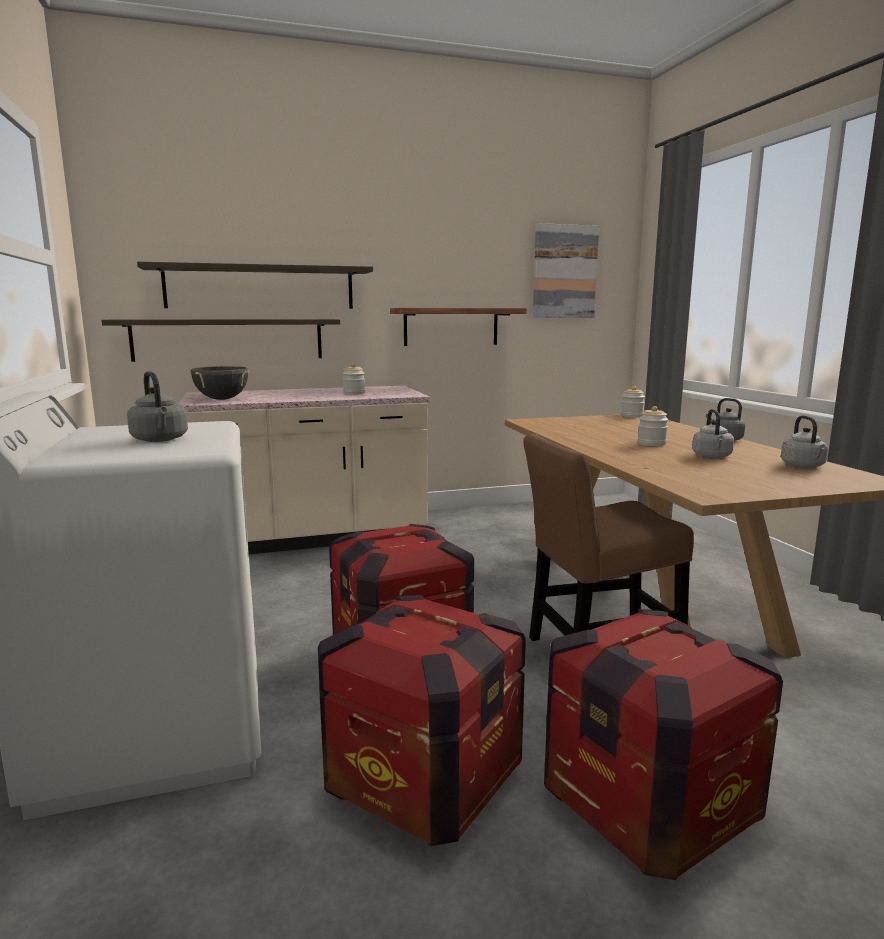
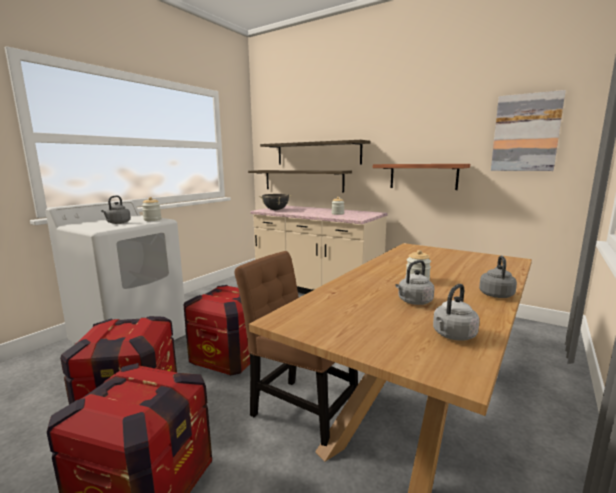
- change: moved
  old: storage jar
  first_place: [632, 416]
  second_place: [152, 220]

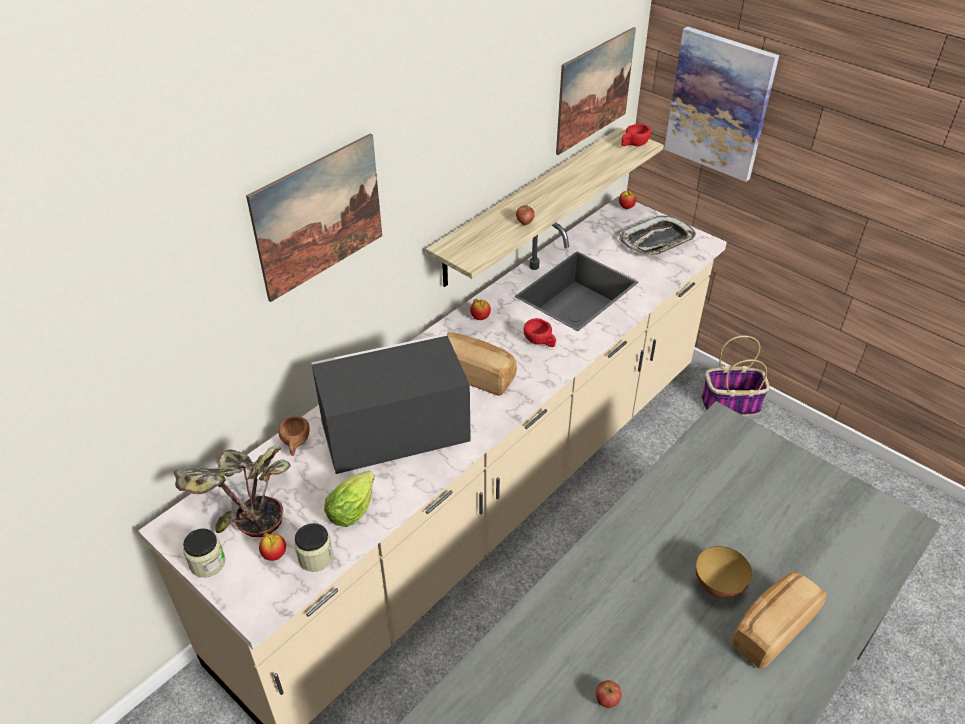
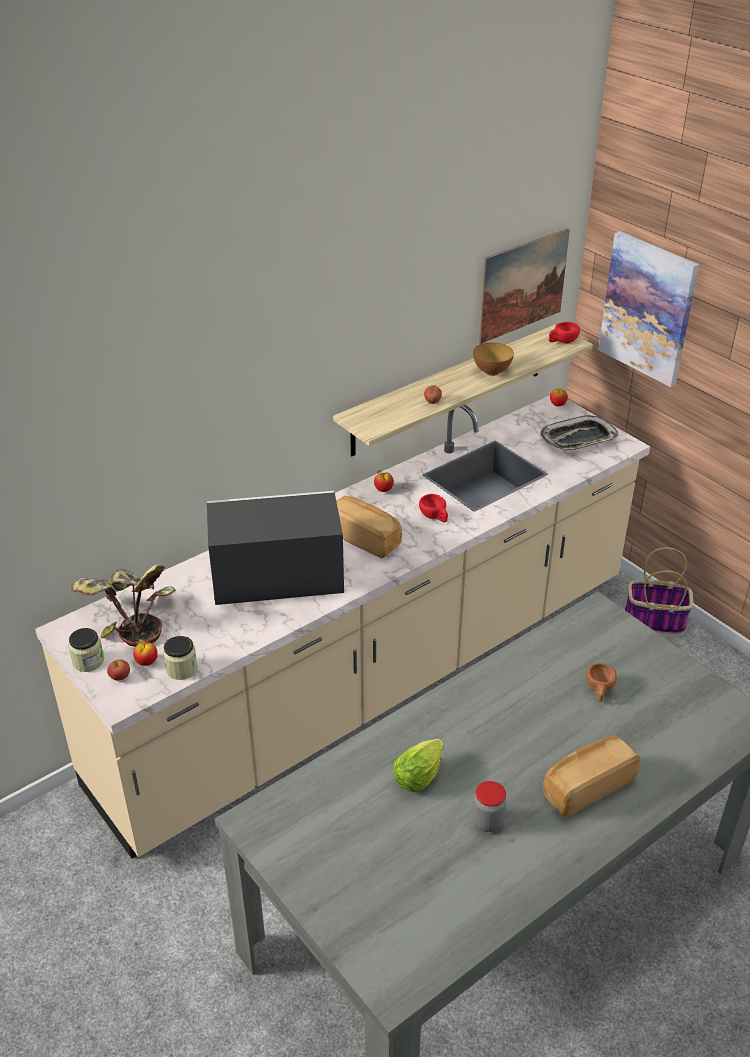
- change: removed
  old: picture
  first_place: [319, 216]
- change: moved
  old: drinking cup in brownish
  first_place: [295, 444]
  second_place: [599, 691]
- change: moved
  old: head of lettuce
  first_place: [354, 508]
  second_place: [420, 774]
- change: moved
  old: bowl
  first_place: [718, 586]
  second_place: [492, 372]
- change: moved
  old: whole apple
  first_place: [607, 700]
  second_place: [120, 677]
- change: added
  new: storage jar
  second_place: [487, 822]

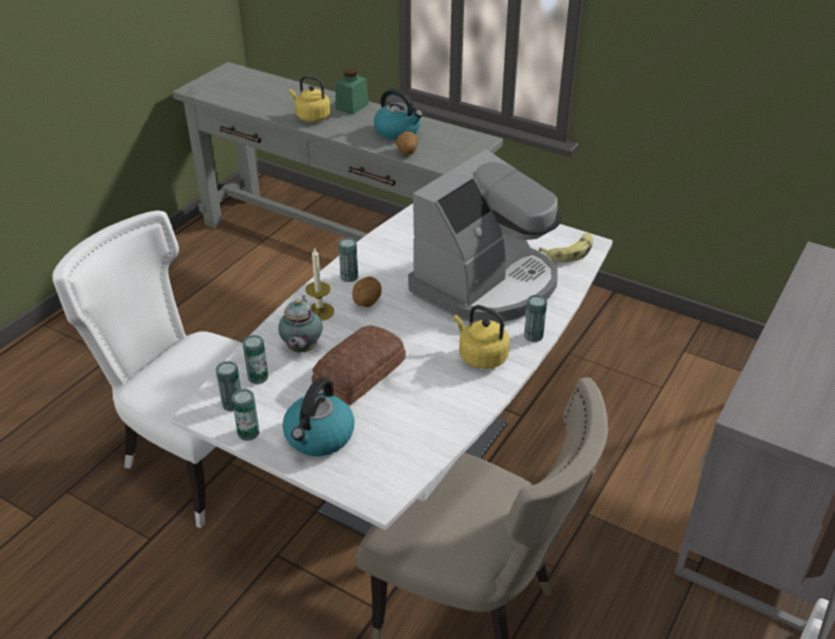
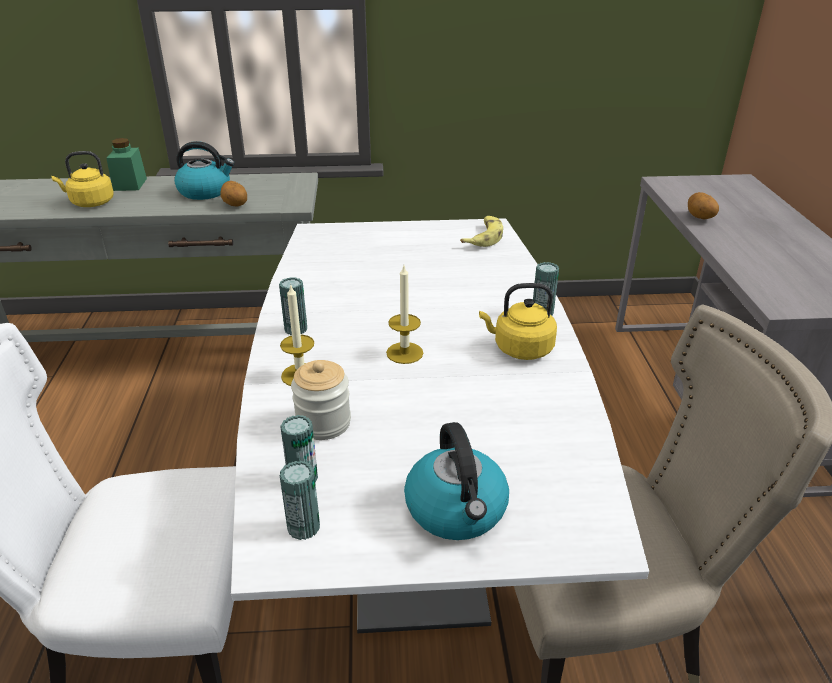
- change: removed
  old: coffee maker
  first_place: [486, 285]
- change: moved
  old: potato
  first_place: [366, 303]
  second_place: [699, 218]
- change: replaced
  old: pot for tea
  new: storage jar
  first_place: [301, 349]
  second_place: [323, 423]
- change: removed
  old: bread
  first_place: [362, 373]
- change: removed
  old: can
  first_place: [248, 433]
- change: added
  new: wax candle
  second_place: [404, 353]

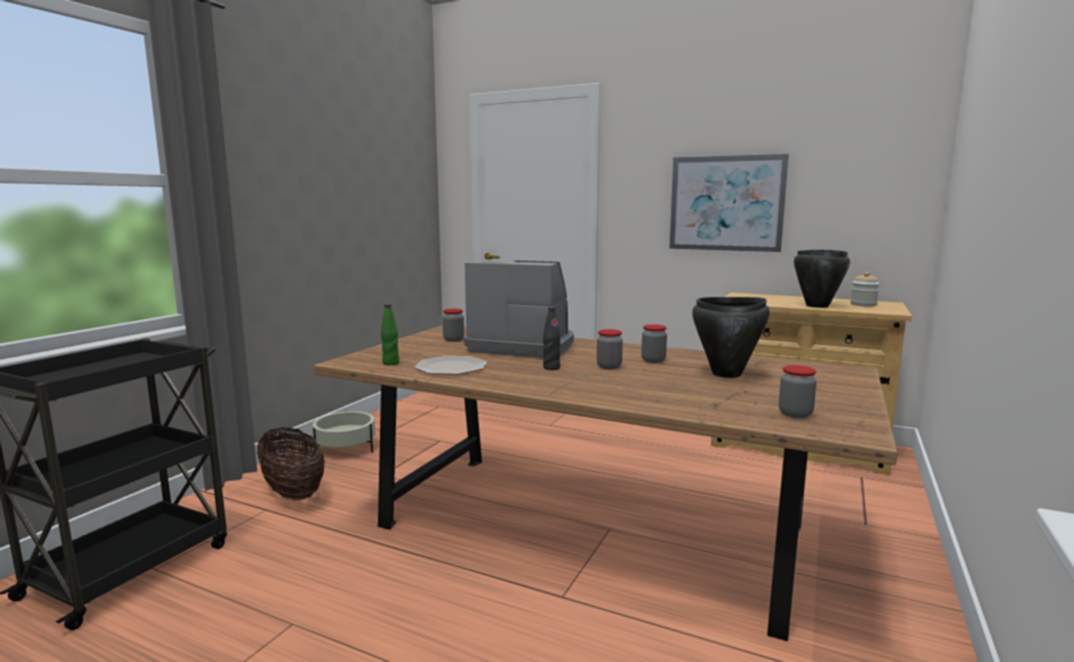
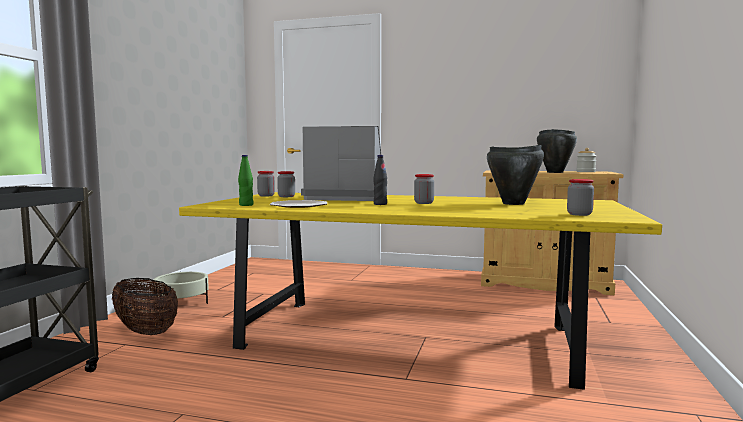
- change: removed
  old: picture
  first_place: [726, 203]
- change: moved
  old: storage jar
  first_place: [653, 360]
  second_place: [266, 195]
- change: recoloured
  old: dining table in brownish
  new: dining table in yellow
  first_place: [589, 527]
  second_place: [409, 337]

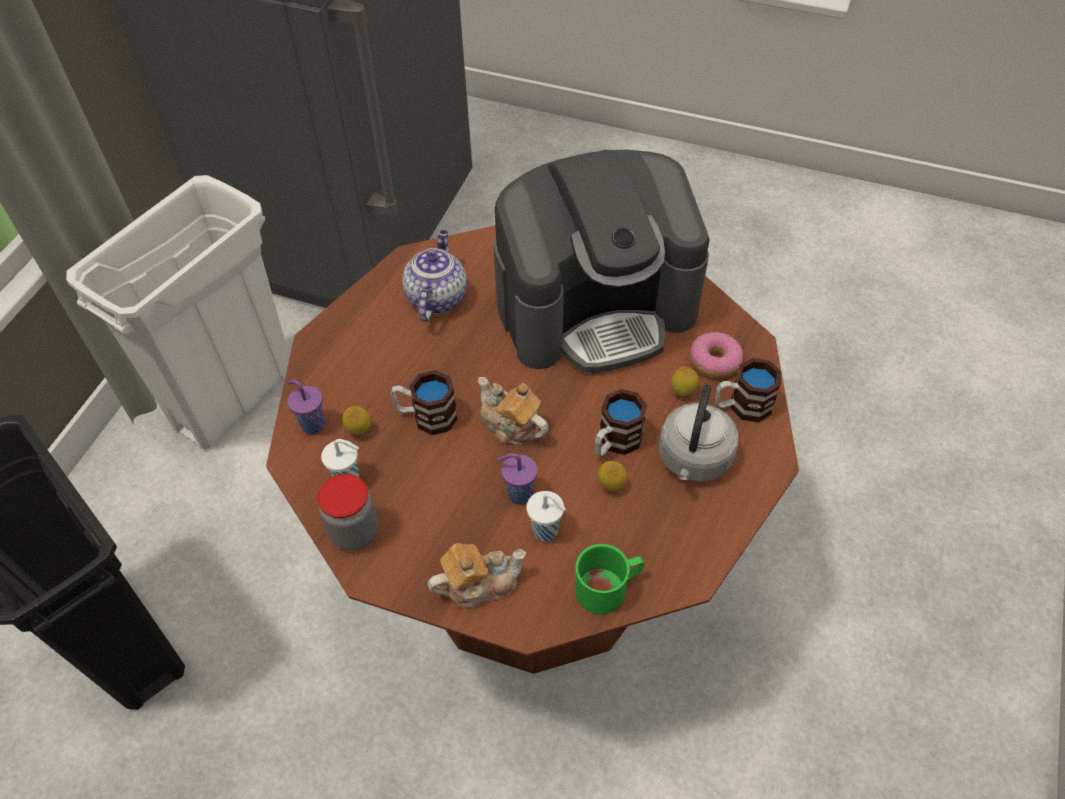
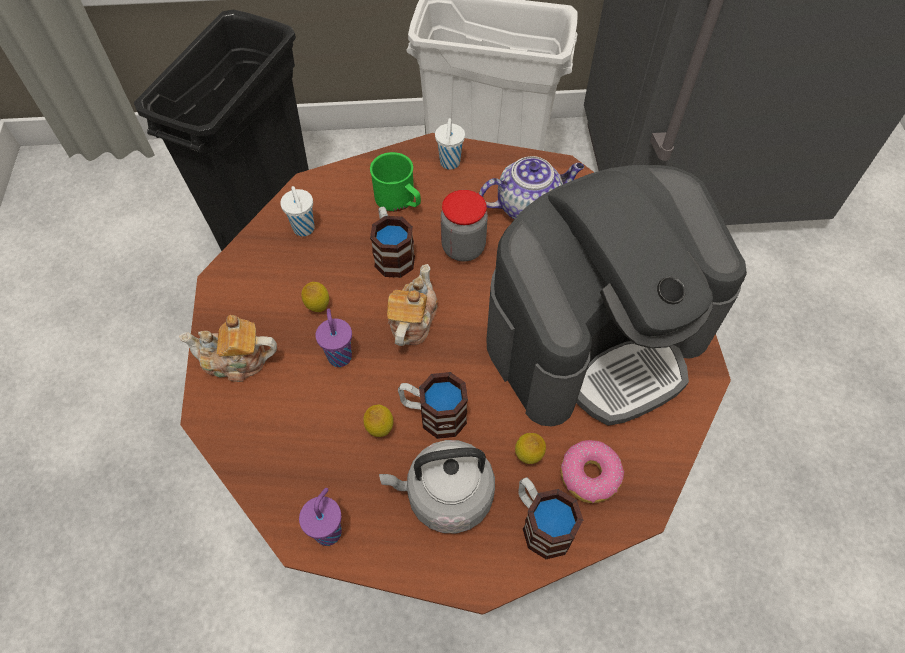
- change: turned
  old: coffee maker
  first_place: [596, 307]
  second_place: [596, 337]
  degrees: -75
- change: moved
  old: drinking cup in purple
  first_place: [312, 424]
  second_place: [328, 530]
- change: moved
  old: whole lemon
  first_place: [359, 431]
  second_place: [318, 307]
- change: moved
  old: storage jar
  first_place: [354, 532]
  second_place: [463, 248]
- change: moved
  old: drinking cup in white-coloured
  first_place: [547, 531]
  second_place: [449, 163]
- change: turned
  old: pot for tea
  first_place: [479, 584]
  second_place: [236, 361]
  degrees: 135
- change: moved
  old: mug in green-coloured
  first_place: [608, 588]
  second_place: [399, 200]

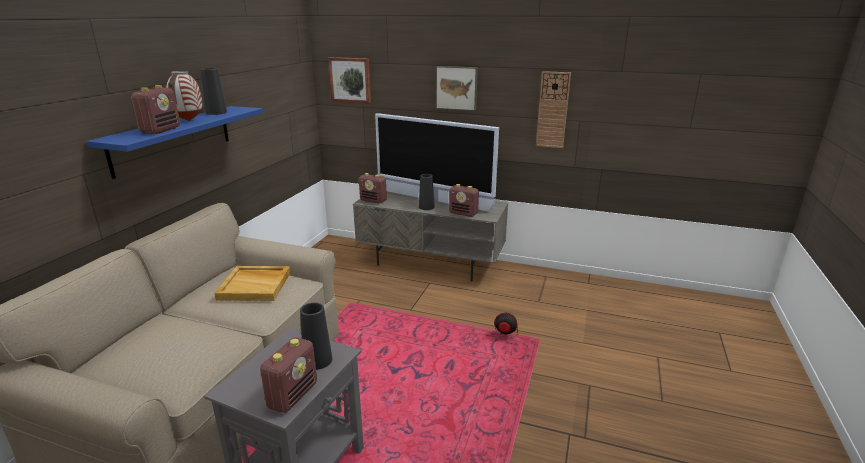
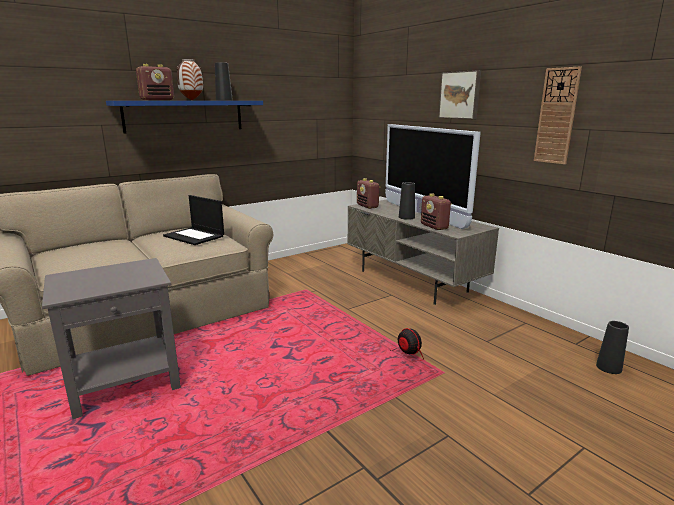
- change: removed
  old: picture
  first_place: [350, 80]
- change: replaced
  old: serving tray in sand-coloured
  new: portable computer
  first_place: [255, 285]
  second_place: [195, 236]
- change: moved
  old: vase in blackish
  first_place: [317, 360]
  second_place: [608, 367]
- change: removed
  old: radio
  first_place: [293, 395]

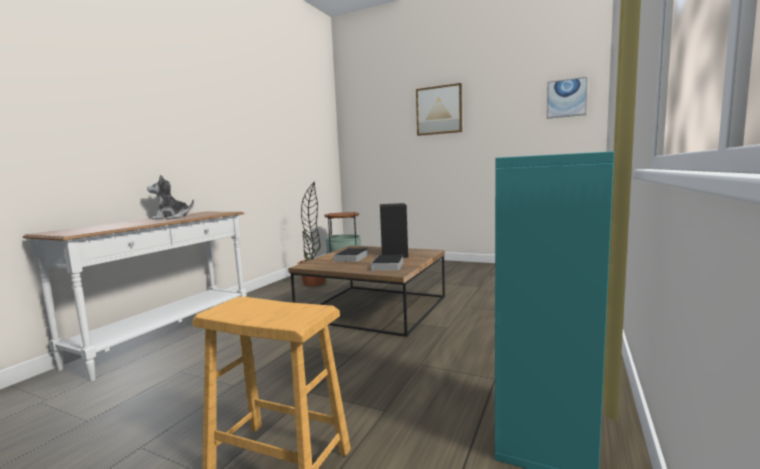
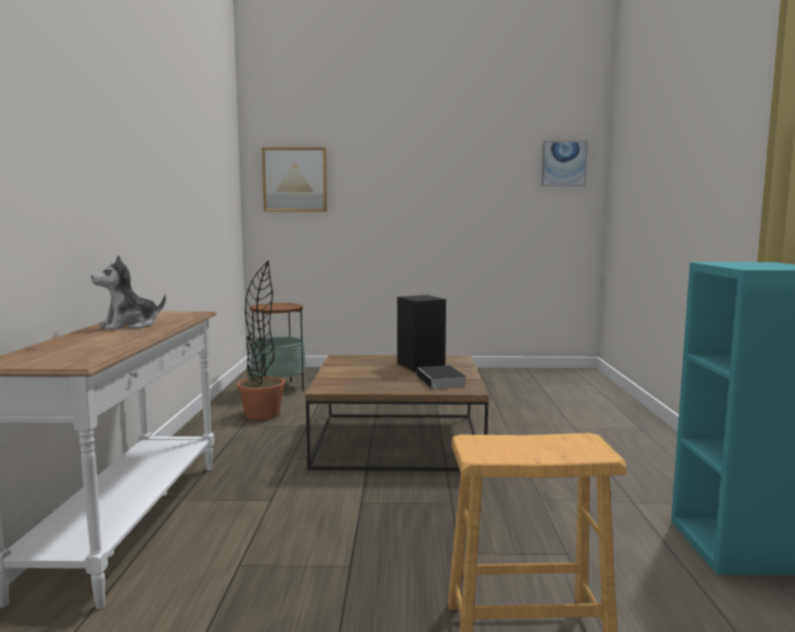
- change: moved
  old: picture
  first_place: [439, 110]
  second_place: [295, 180]
- change: removed
  old: book
  first_place: [352, 258]

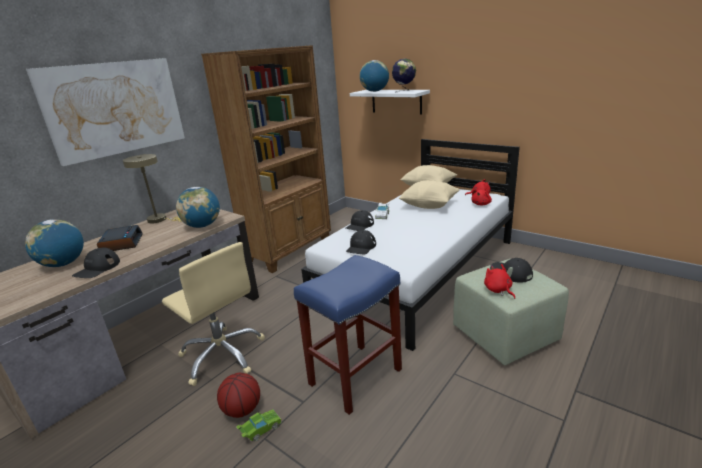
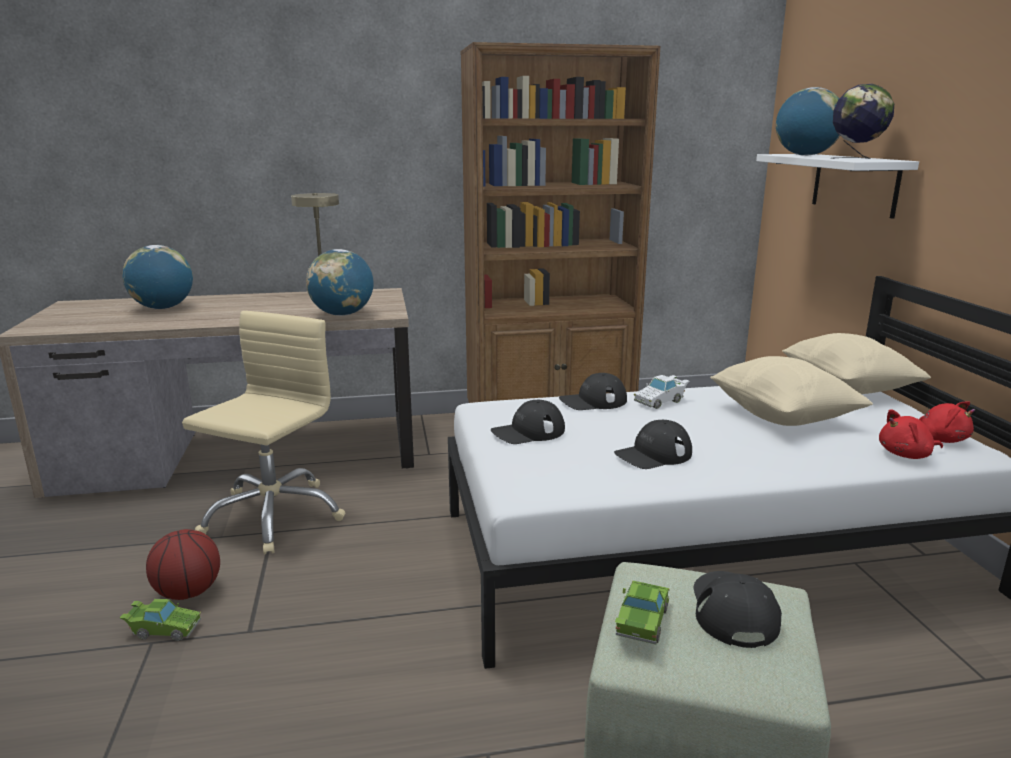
- change: removed
  old: picture
  first_place: [115, 108]
- change: removed
  old: table clock
  first_place: [121, 243]
- change: turned
  old: computer chair in sand-coloured
  first_place: [223, 355]
  second_place: [273, 515]
  degrees: -150
- change: moved
  old: peaked cap in blackish
  first_place: [97, 268]
  second_place: [653, 454]
- change: removed
  old: stool in blue-coloured
  first_place: [356, 376]
- change: replaced
  old: cuddly toy in reddish
  new: toy car in green-coloured
  first_place: [498, 290]
  second_place: [641, 625]

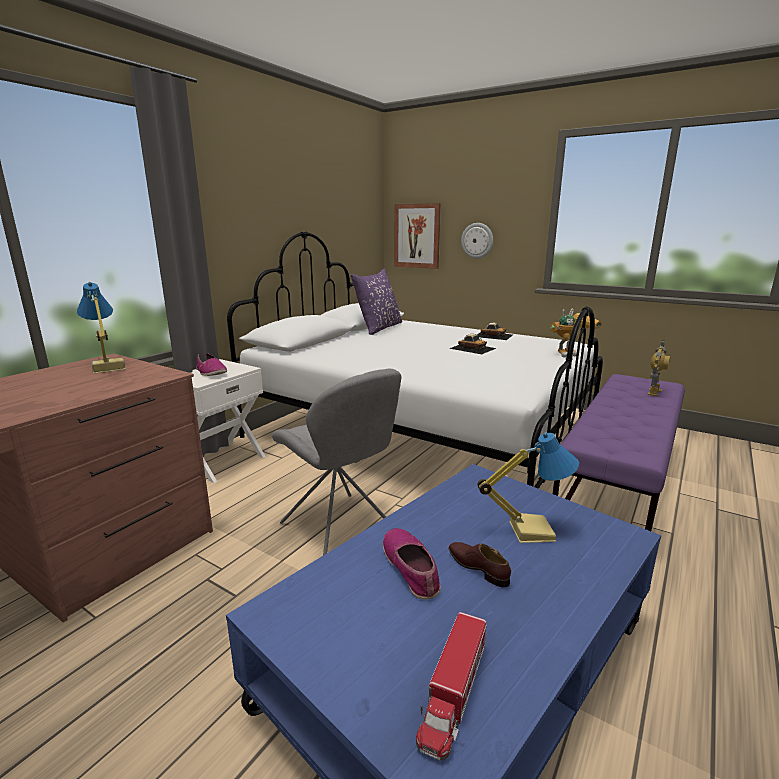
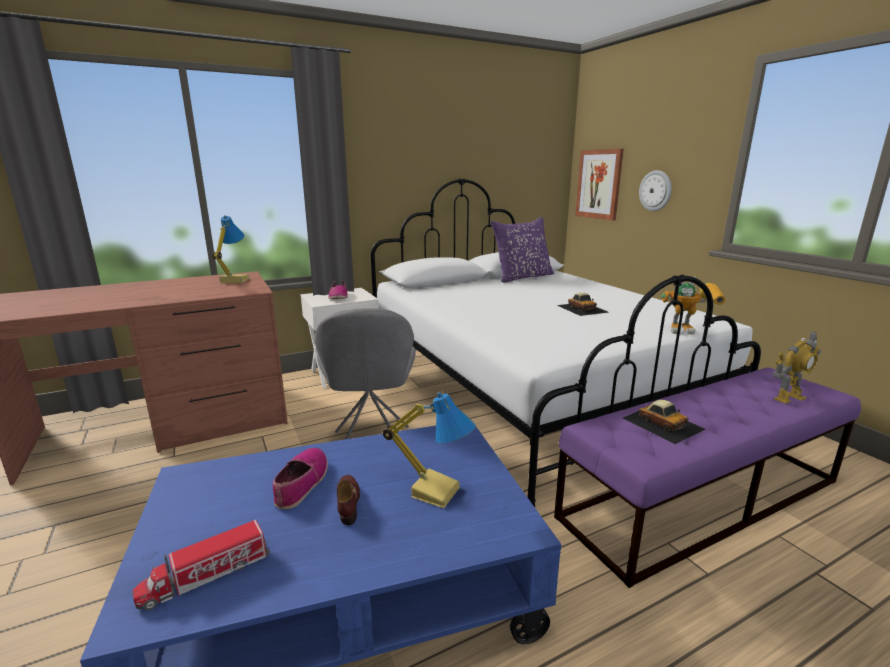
- change: moved
  old: toy car
  first_place: [493, 335]
  second_place: [662, 423]

